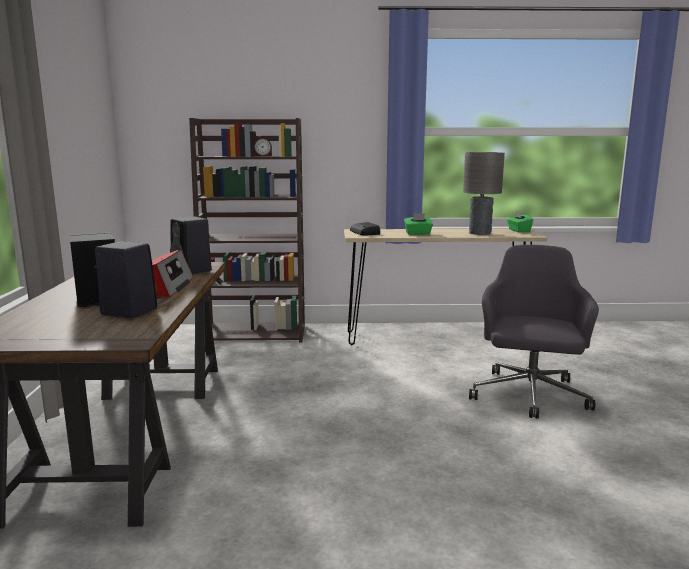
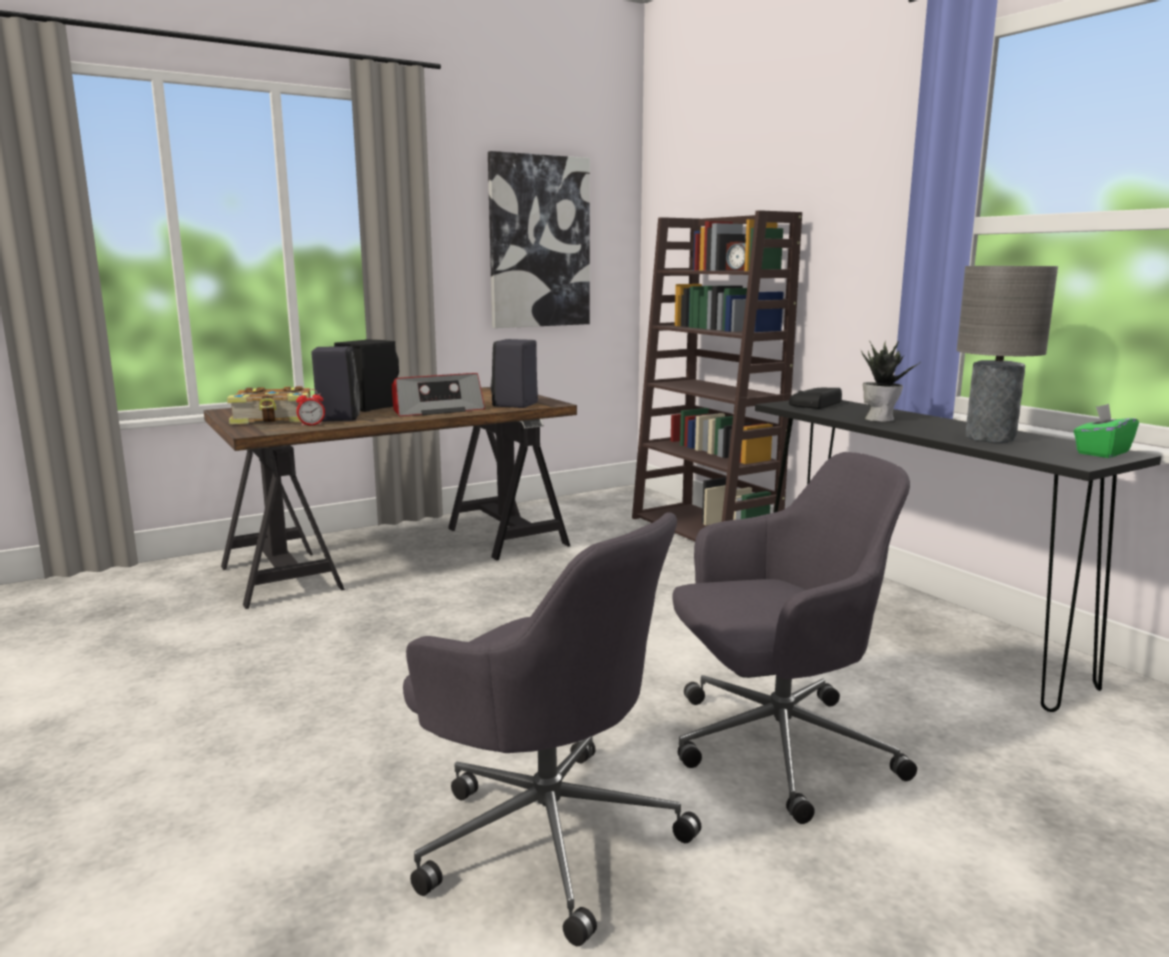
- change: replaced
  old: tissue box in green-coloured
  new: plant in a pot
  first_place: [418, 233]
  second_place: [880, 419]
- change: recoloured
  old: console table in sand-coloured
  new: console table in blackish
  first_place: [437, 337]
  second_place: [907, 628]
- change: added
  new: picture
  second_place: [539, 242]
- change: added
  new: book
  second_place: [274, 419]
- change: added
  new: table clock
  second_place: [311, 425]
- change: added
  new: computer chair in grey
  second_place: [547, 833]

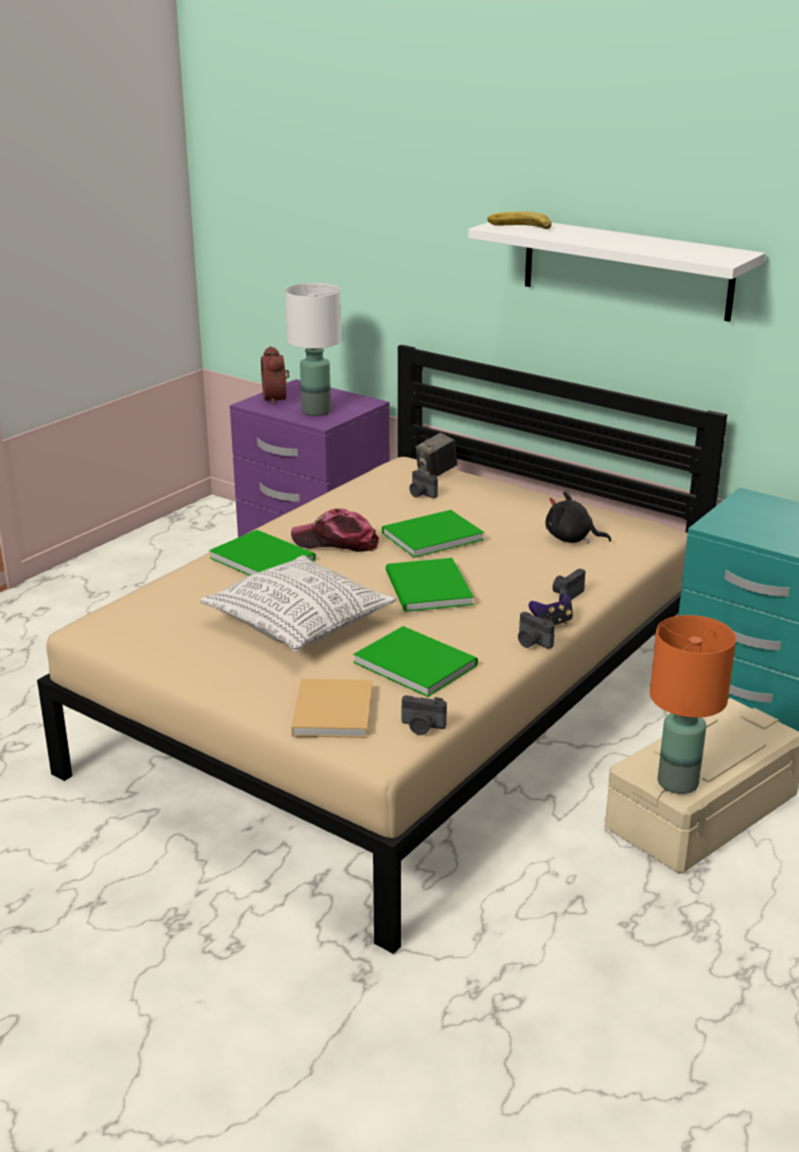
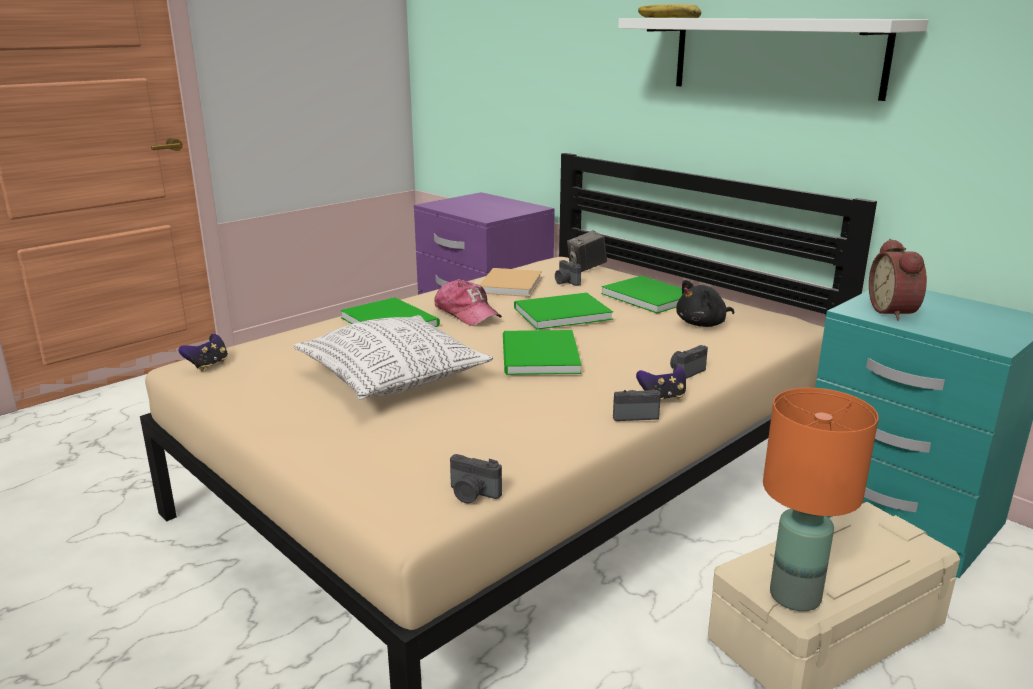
- change: removed
  old: table lamp in white-coloured
  first_place: [316, 411]
- change: moved
  old: table clock
  first_place: [277, 399]
  second_place: [895, 312]
- change: turned
  old: cuddly toy in blackish
  first_place: [571, 539]
  second_place: [703, 324]
  degrees: -60
- change: turned
  old: peaked cap
  first_place: [336, 542]
  second_place: [467, 313]
  degrees: -150
- change: turned
  old: photo camera
  first_place: [532, 642]
  second_place: [634, 415]
  degrees: 120
- change: moved
  old: book in green-coloured
  first_place: [414, 662]
  second_place: [648, 296]
- change: moved
  old: book in sand-coloured
  first_place: [333, 710]
  second_place: [511, 284]
- change: added
  new: game controller
  second_place: [208, 365]

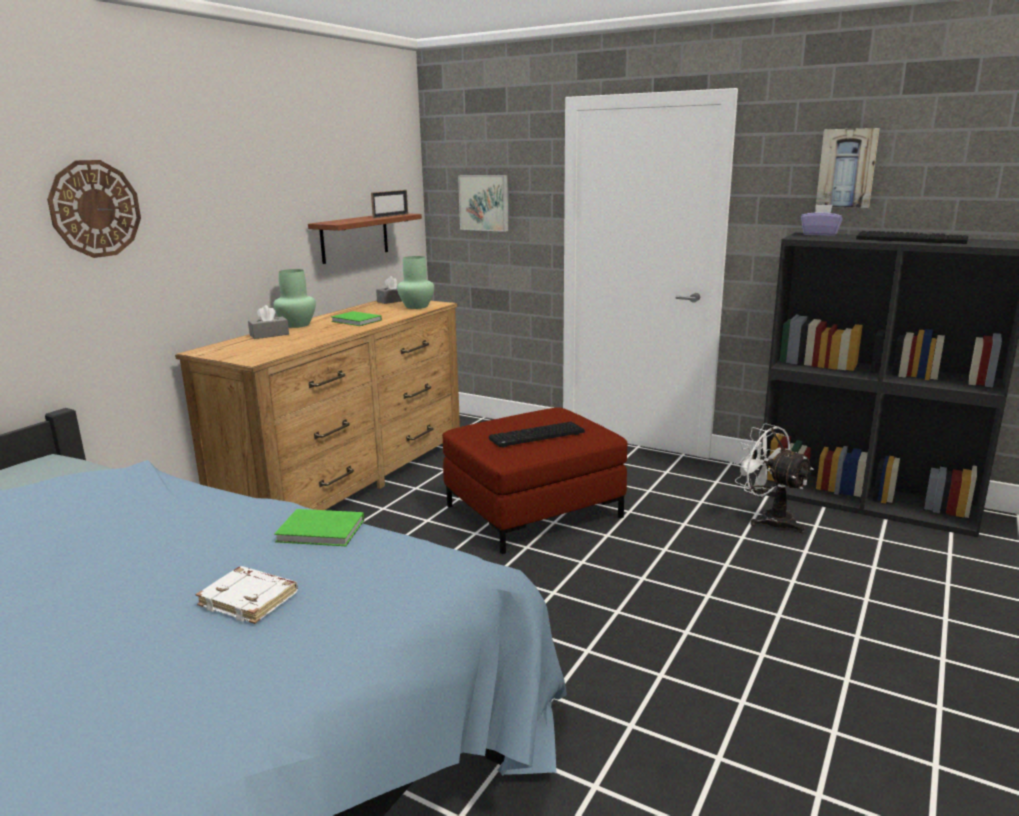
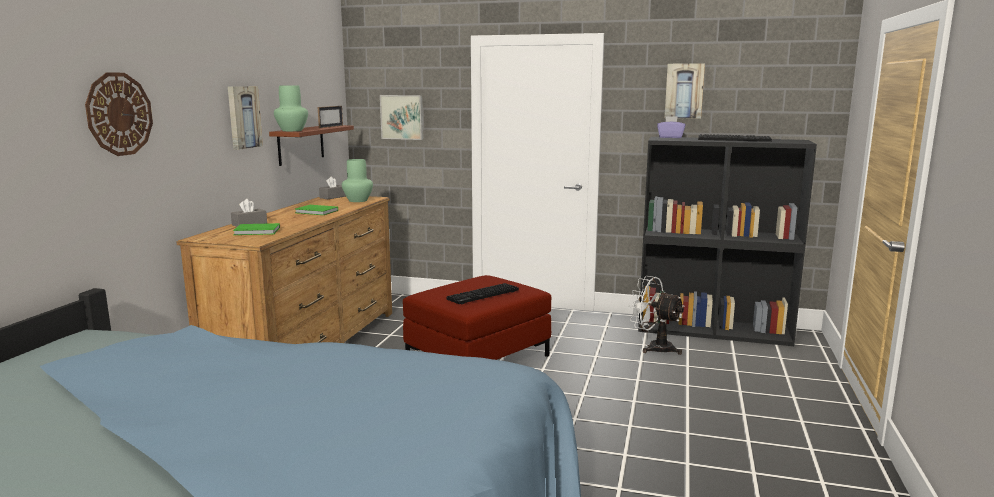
- change: moved
  old: vase in green-coloured
  first_place: [297, 325]
  second_place: [292, 130]
- change: moved
  old: book in green-coloured
  first_place: [322, 531]
  second_place: [258, 231]
- change: removed
  old: book in white-coloured
  first_place: [250, 599]
- change: added
  new: picture
  second_place: [243, 117]

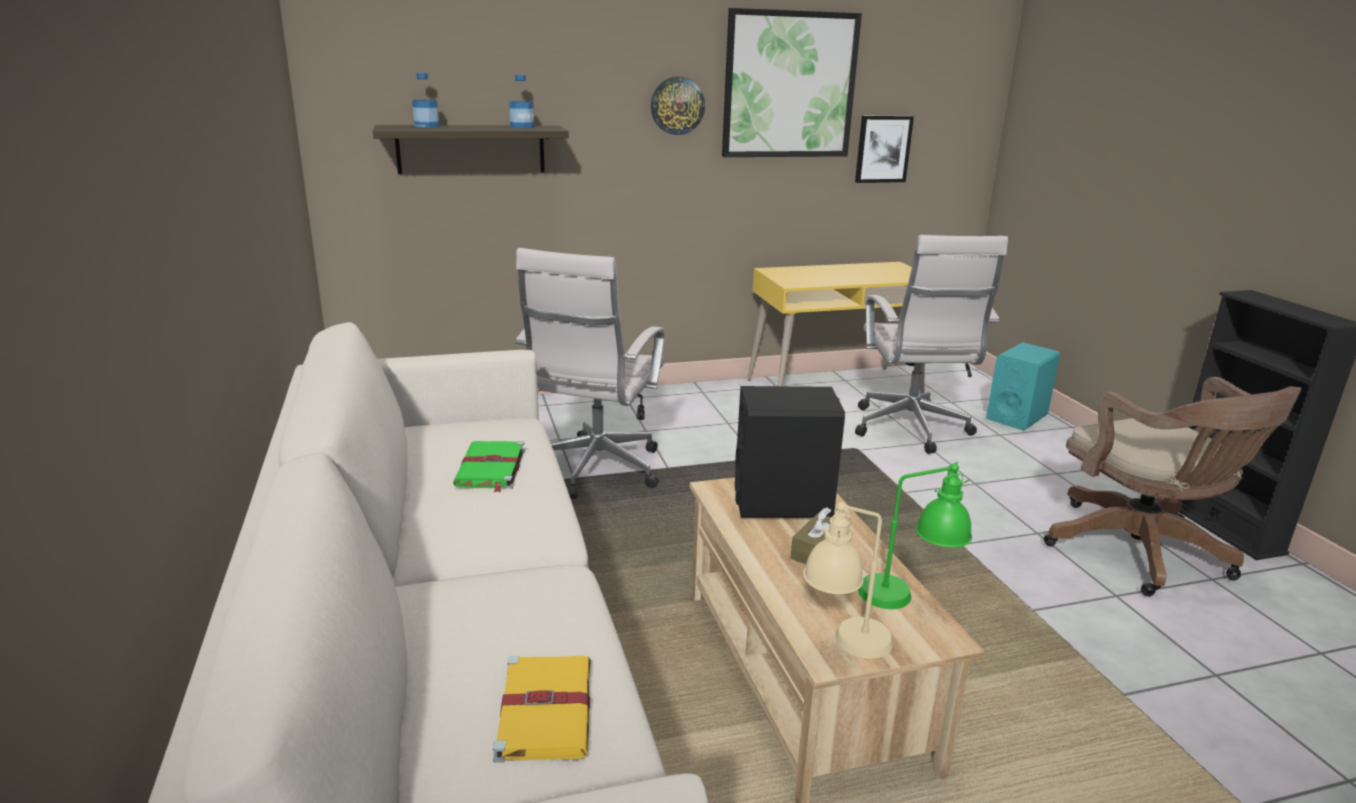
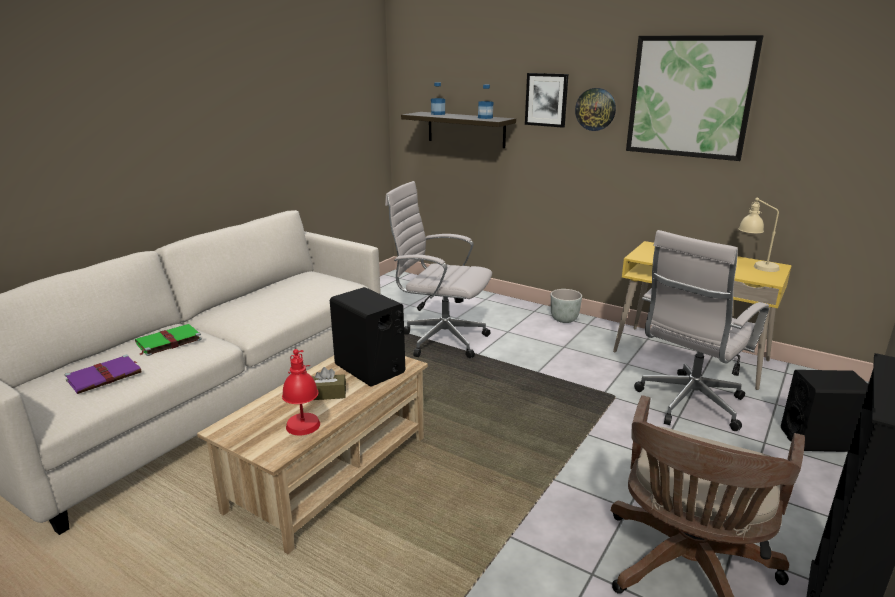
- change: moved
  old: picture
  first_place: [883, 149]
  second_place: [546, 99]
- change: turned
  old: computer chair in white-coloured
  first_place: [595, 471]
  second_place: [440, 339]
  degrees: 45
- change: recoloured
  old: loudspeaker in blue-green
  new: loudspeaker in blackish
  first_place: [1016, 417]
  second_place: [818, 440]
- change: moved
  old: book in green-coloured
  first_place: [490, 469]
  second_place: [167, 342]
- change: recoloured
  old: table lamp in green-coloured
  new: table lamp in reddish
  first_place: [908, 599]
  second_place: [305, 434]
- change: moved
  old: table lamp in sand-coloured
  first_place: [844, 648]
  second_place: [754, 266]
- change: recoloured
  old: book in yellow
  new: book in purple
  first_place: [545, 709]
  second_place: [105, 376]
- change: added
  new: planter in grey
  second_place: [564, 319]

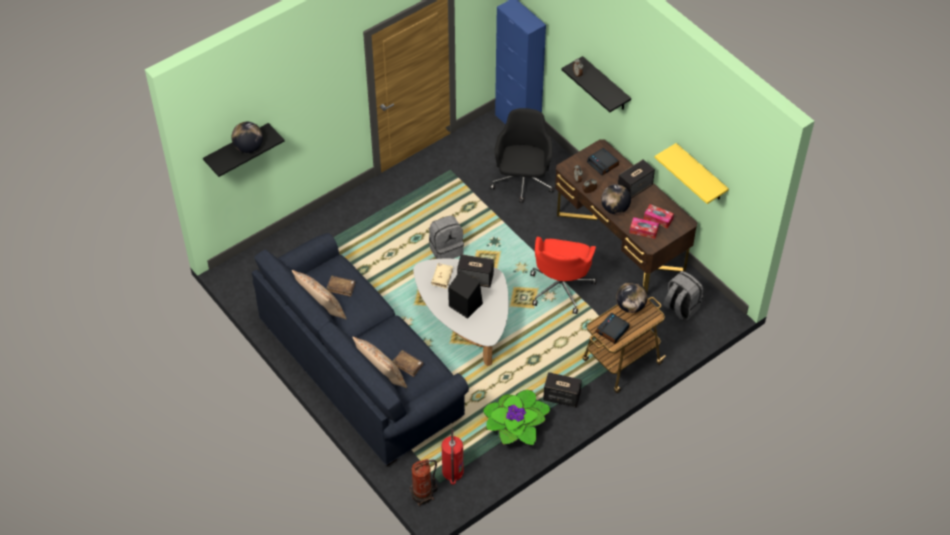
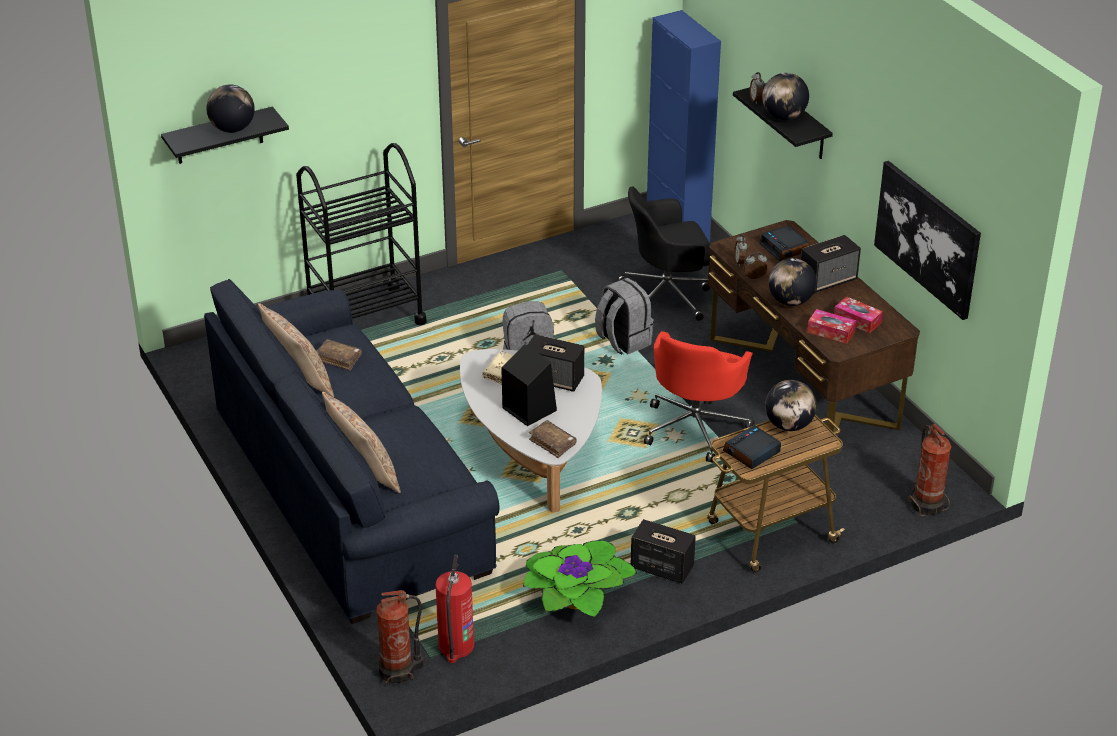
- change: turned
  old: computer chair in blackish
  first_place: [522, 182]
  second_place: [668, 295]
  degrees: -120
- change: replaced
  old: bracket shelf in yellow
  new: picture
  first_place: [700, 173]
  second_place: [927, 238]
- change: moved
  old: knapsack in grey
  first_place: [680, 308]
  second_place: [622, 341]
- change: moved
  old: book in brownish
  first_place: [408, 365]
  second_place: [552, 443]
- change: added
  new: globe
  second_place: [784, 117]
- change: added
  new: wheeled cart in blackish
  second_place: [365, 317]
- change: added
  new: extinguisher
  second_place: [927, 504]

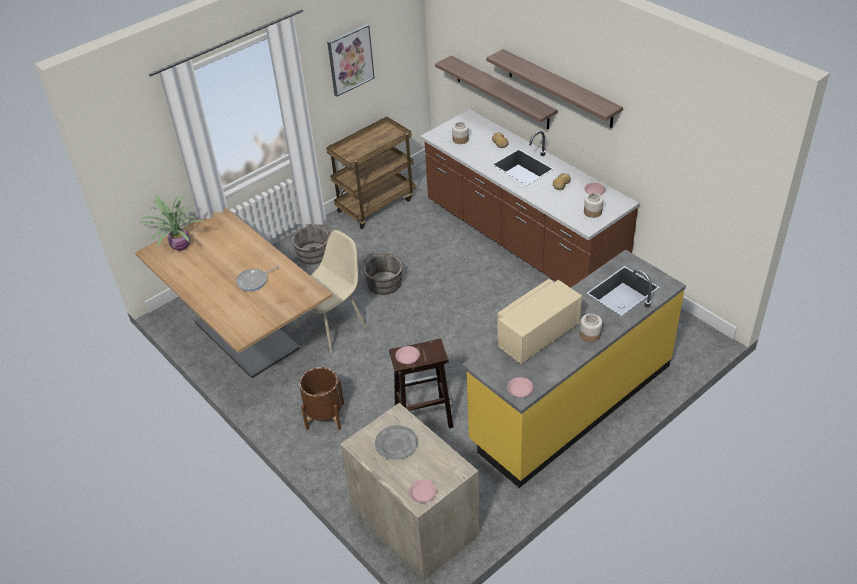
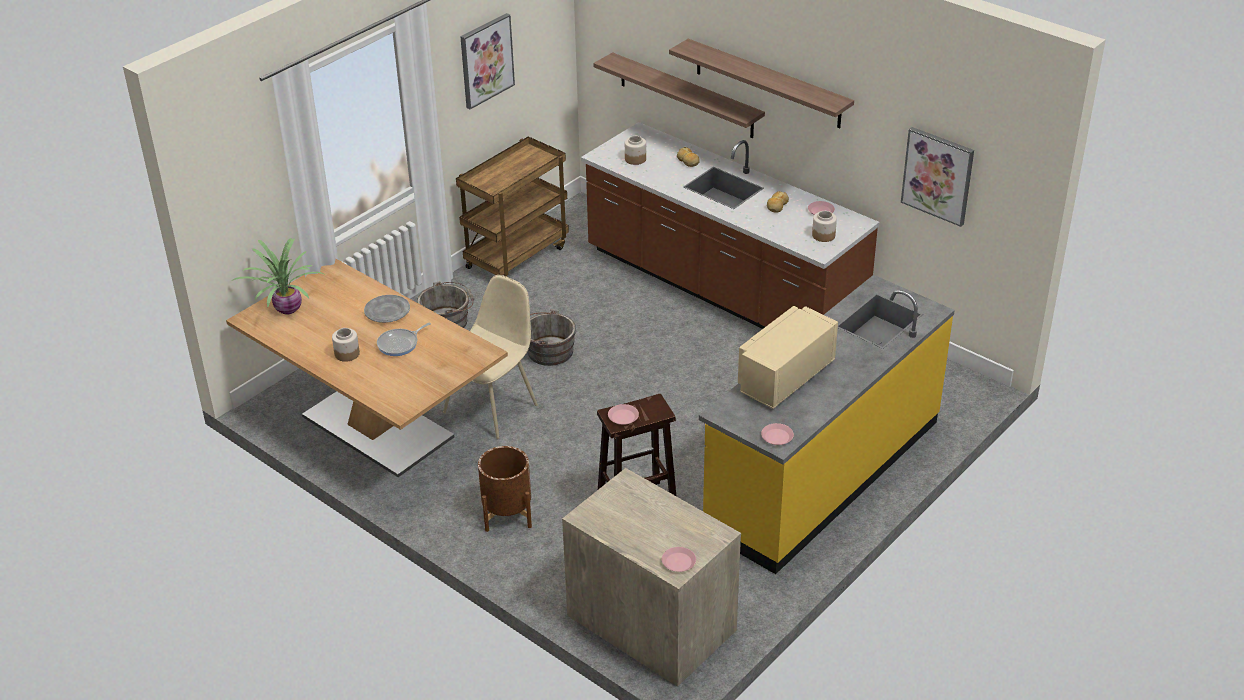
- change: moved
  old: storage jar
  first_place: [590, 334]
  second_place: [347, 353]
- change: moved
  old: dinner plate in grey
  first_place: [396, 444]
  second_place: [387, 311]
- change: added
  new: picture
  second_place: [938, 175]

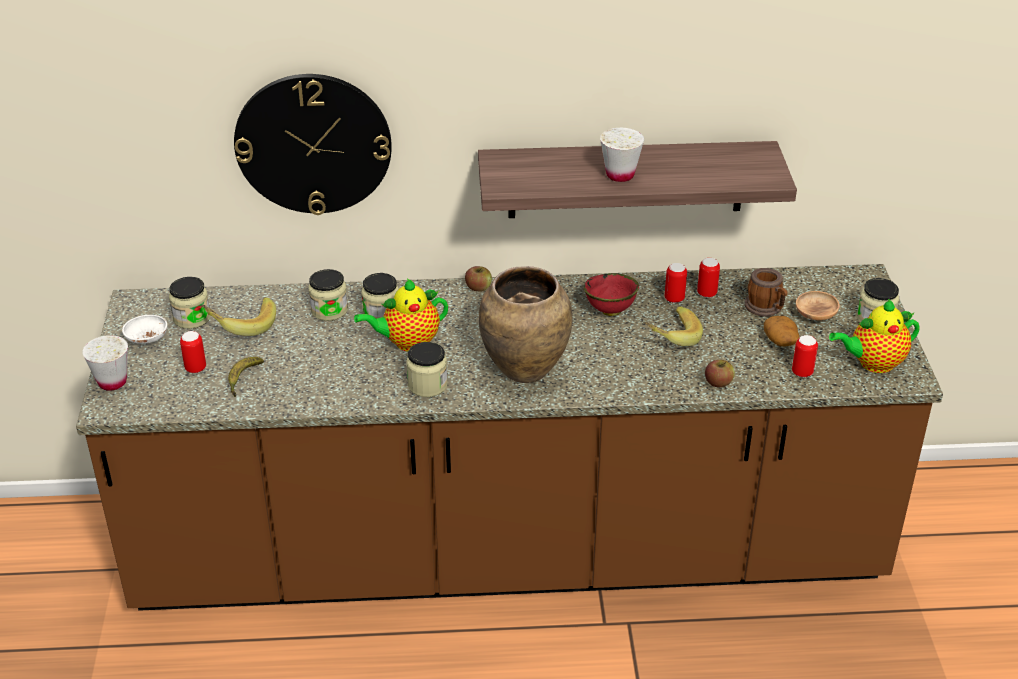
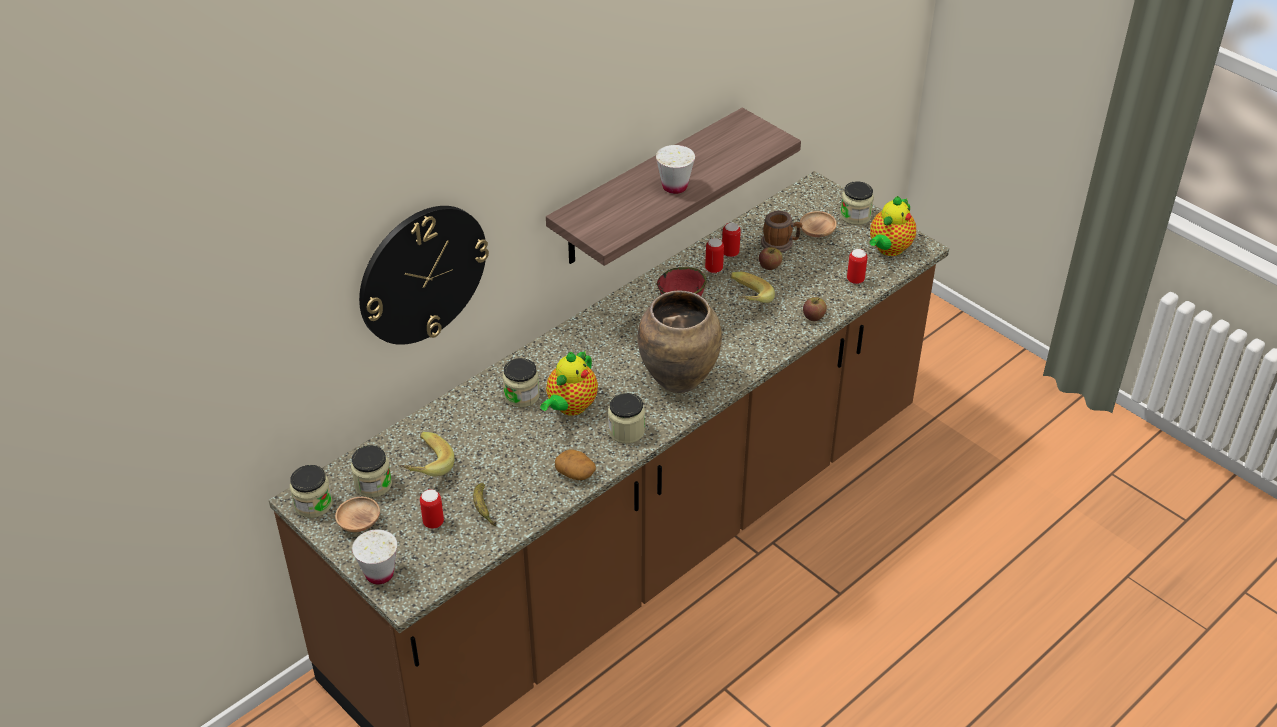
- change: moved
  old: whole apple
  first_place: [478, 287]
  second_place: [770, 266]
- change: moved
  old: storage jar
  first_place: [329, 310]
  second_place: [313, 504]
- change: recoloured
  old: bowl in white-coloured
  new: bowl in brownish
  first_place: [147, 339]
  second_place: [359, 523]
- change: moved
  old: potato
  first_place: [780, 340]
  second_place: [576, 473]

